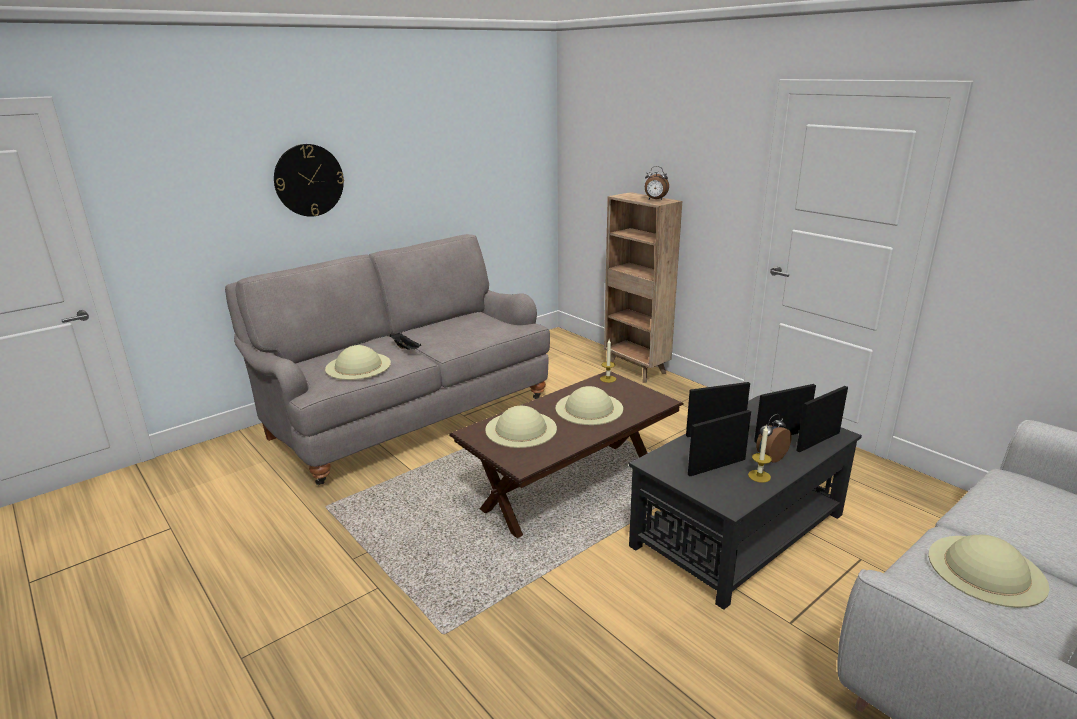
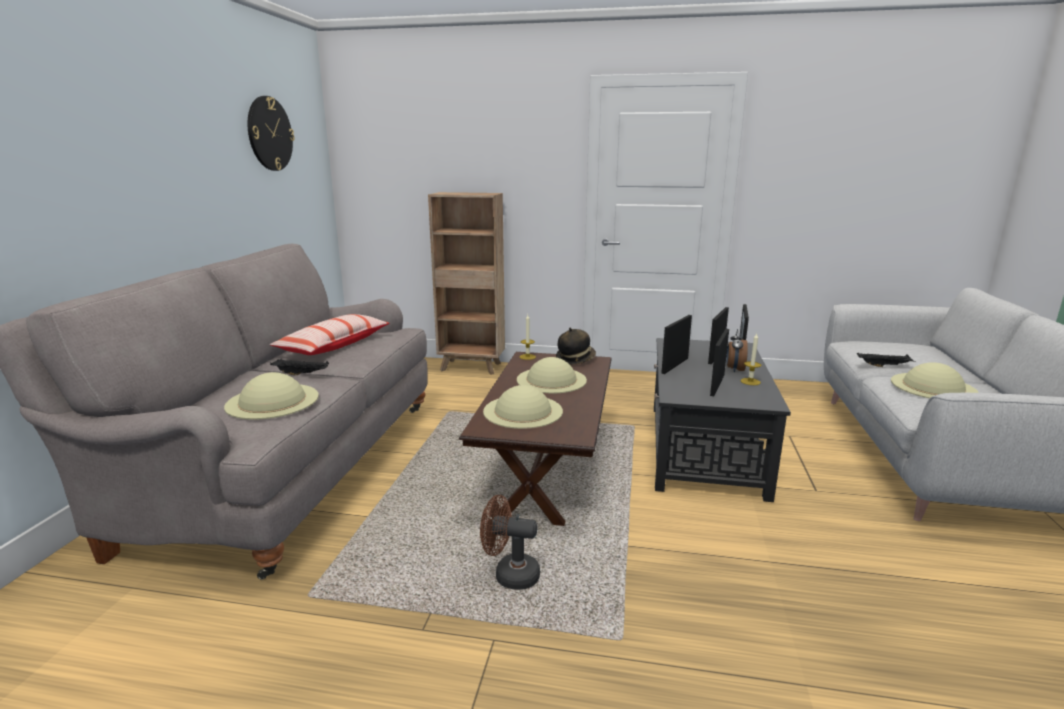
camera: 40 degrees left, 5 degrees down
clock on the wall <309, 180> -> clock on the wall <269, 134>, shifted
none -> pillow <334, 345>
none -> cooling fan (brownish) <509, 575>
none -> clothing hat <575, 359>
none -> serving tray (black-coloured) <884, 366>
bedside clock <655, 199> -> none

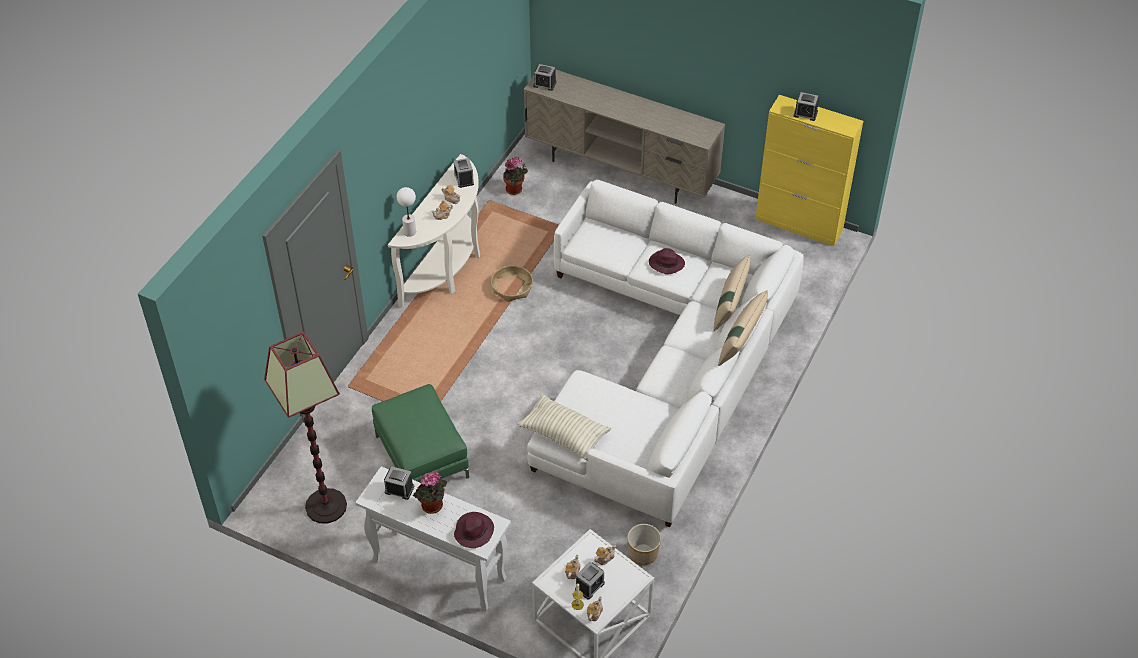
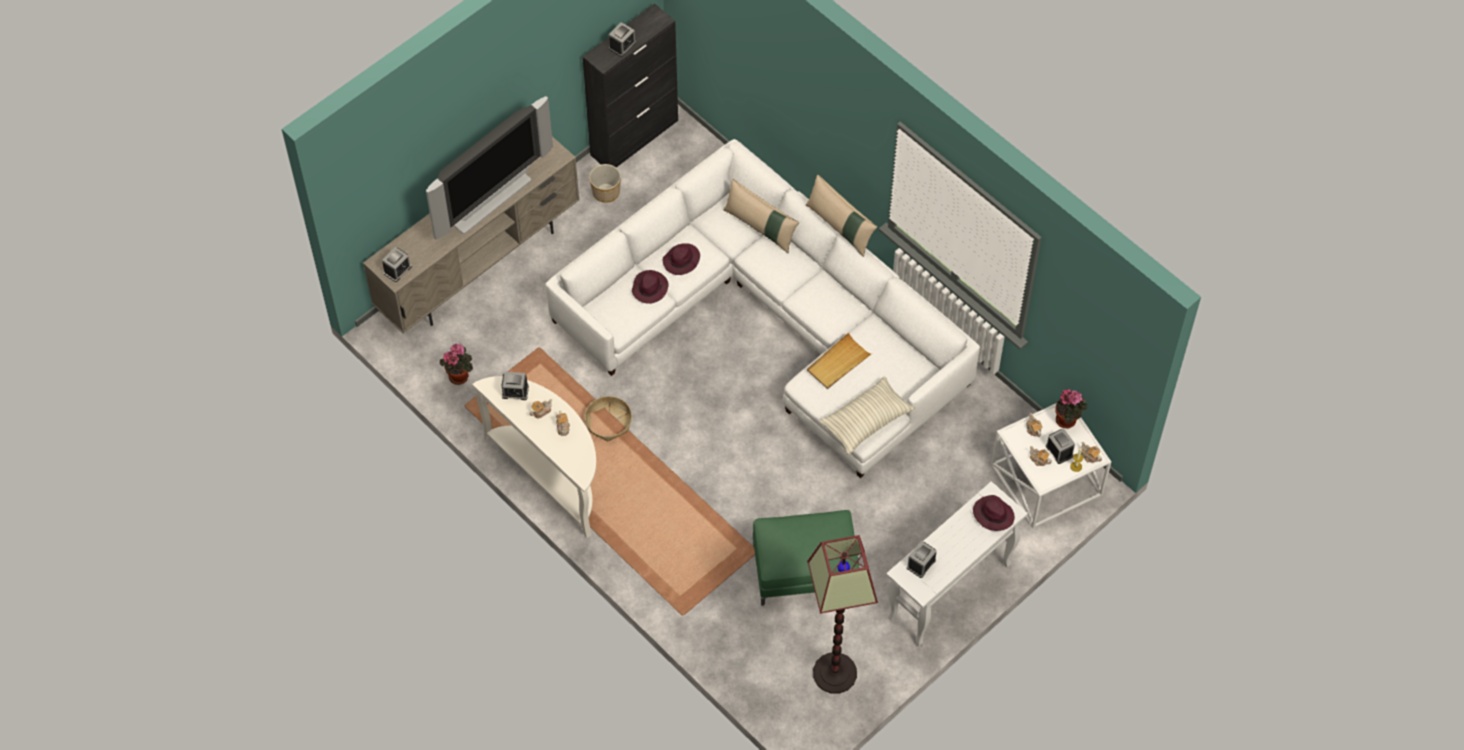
camera: 70 degrees left, 10 degrees up
none -> TV <489, 199>
storage cabinet (yellowish) <799, 224> -> storage cabinet (black-coloured) <635, 137>
plant pot <643, 553> -> plant pot <606, 192>, shifted
none -> clothing hat (purplish) <649, 288>
none -> serving tray (beige) <838, 363>
plant in a pot <432, 507> -> plant in a pot <1067, 420>, shifted
tabletop lamp (whitish) <410, 232> -> none

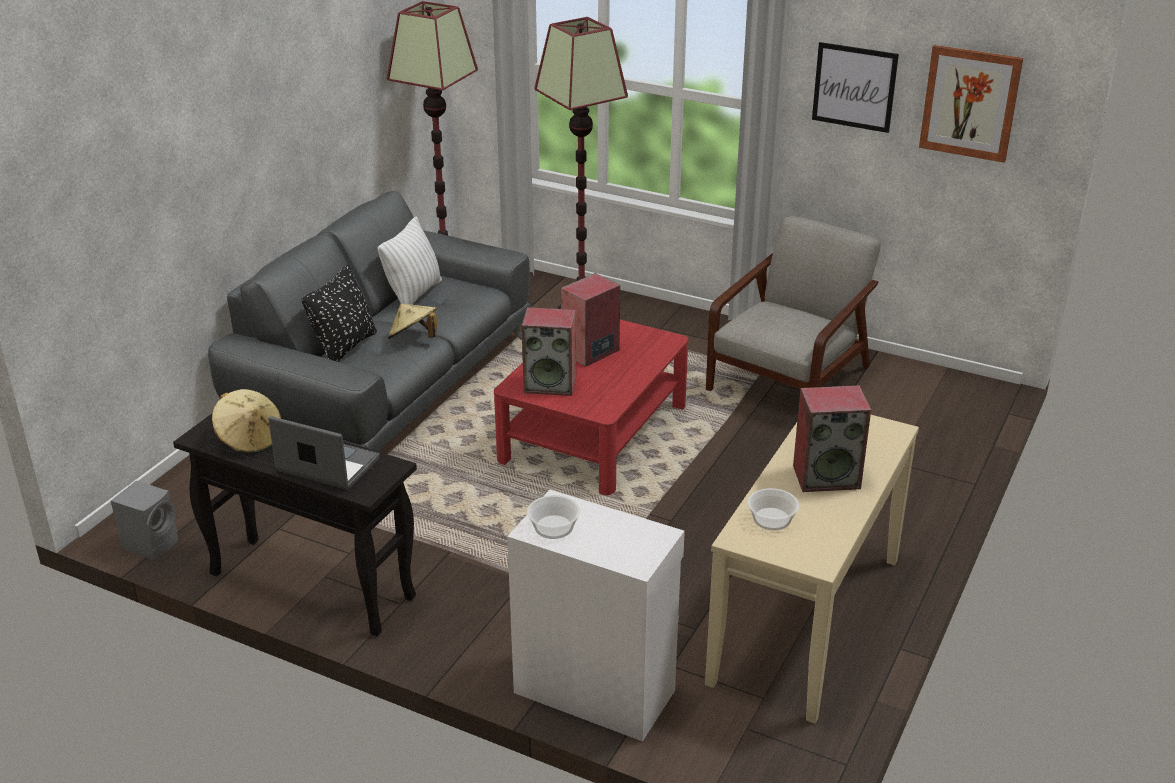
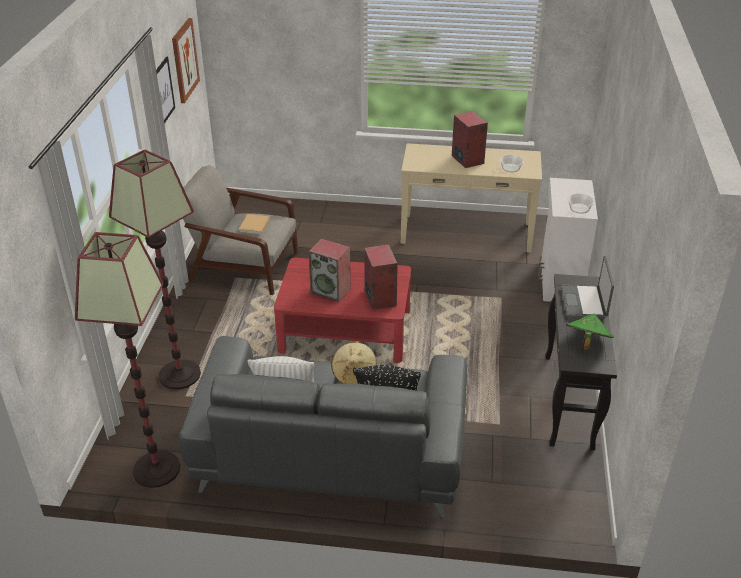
camera: 110 degrees left, 5 degrees up
none -> book (beige) <254, 226>
clothing hat (beige) <250, 439> -> clothing hat (greenish) <587, 342>
loudspeaker (gray) <152, 543> -> none

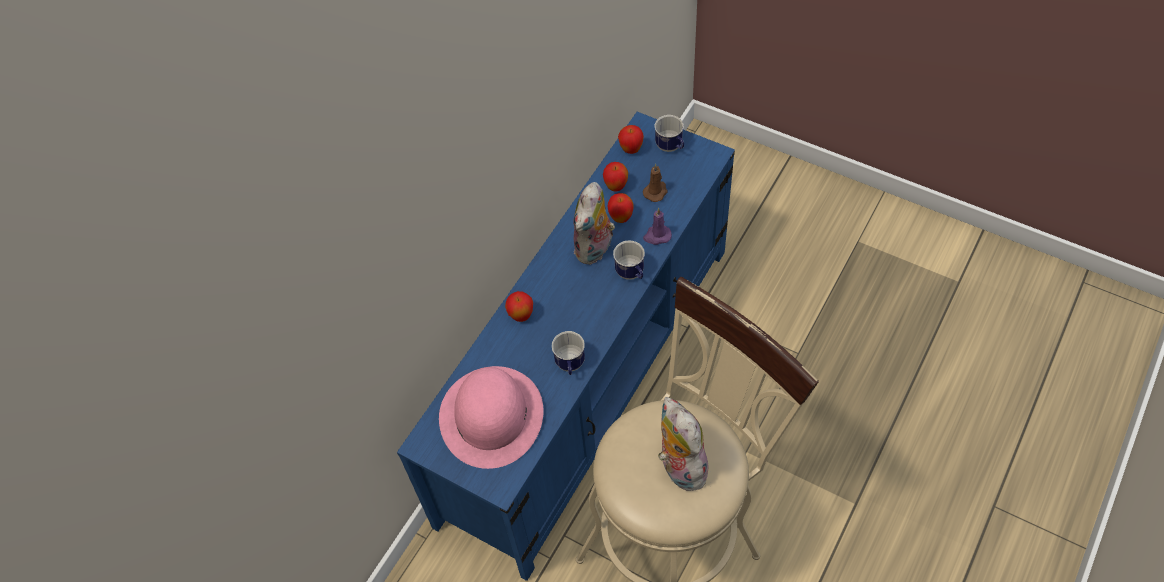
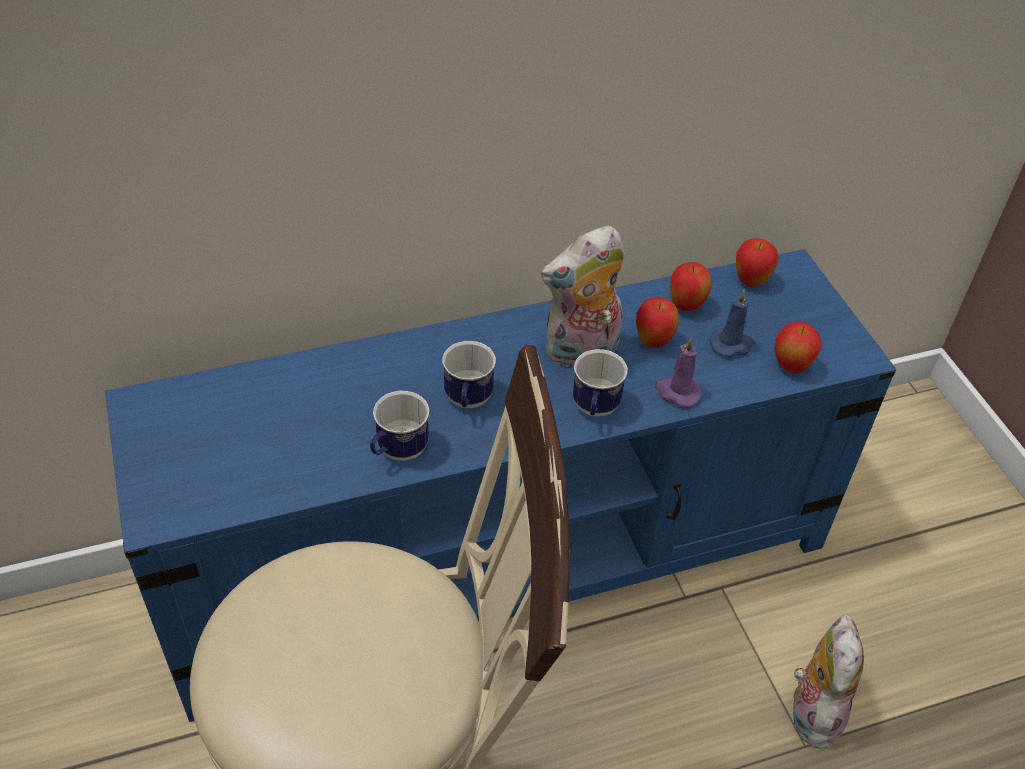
camera: 35 degrees right, 10 degrees down
coffee mug <671, 147> -> coffee mug <467, 402>, shifted
candle (brownish) <656, 191> -> candle (bluish) <732, 344>
apple <521, 316> -> apple <791, 367>, shifted
plush toy <679, 466> -> plush toy <812, 710>, shifted
clothing hat (pinkish) <491, 415> -> none

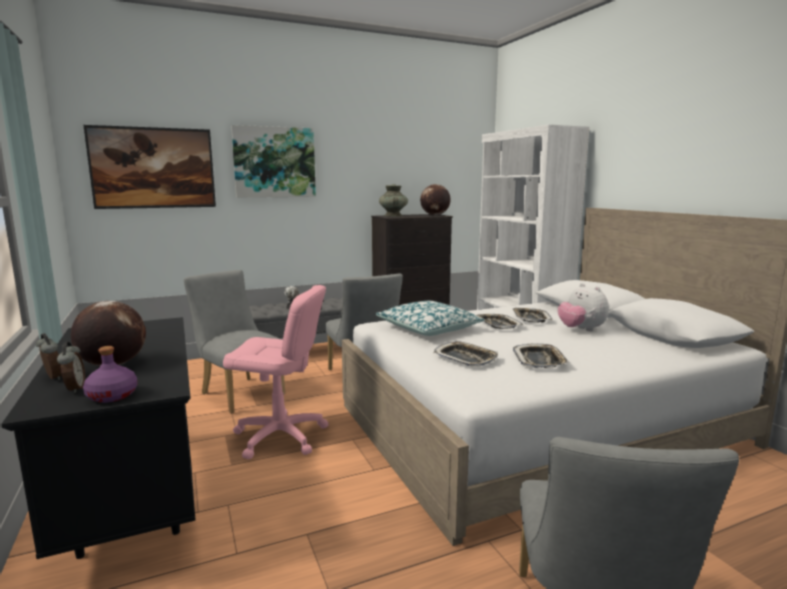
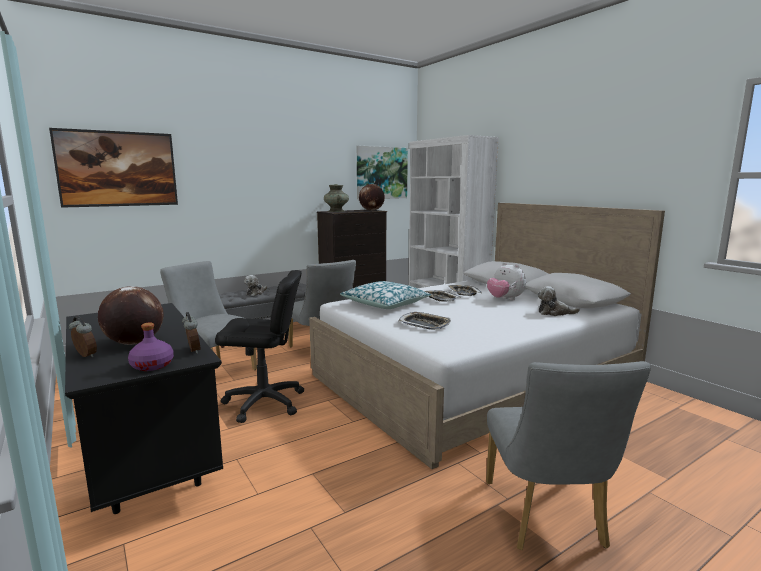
camera: 10 degrees left, 0 degrees up
bedside clock <74, 389> -> bedside clock <192, 350>, shifted
desk chair (pinkish) <280, 436> -> desk chair (black-coloured) <264, 403>
picture <274, 162> -> picture <381, 173>, shifted
none -> plush toy <554, 313>
serving tray <539, 360> -> none

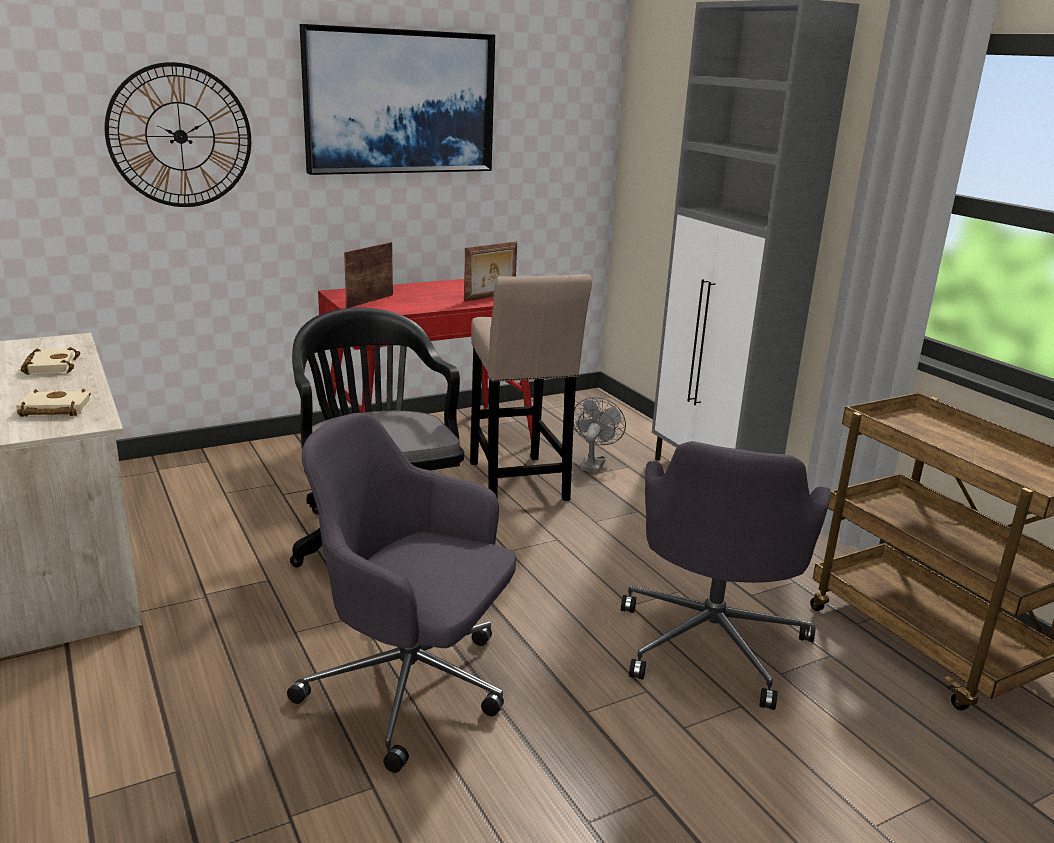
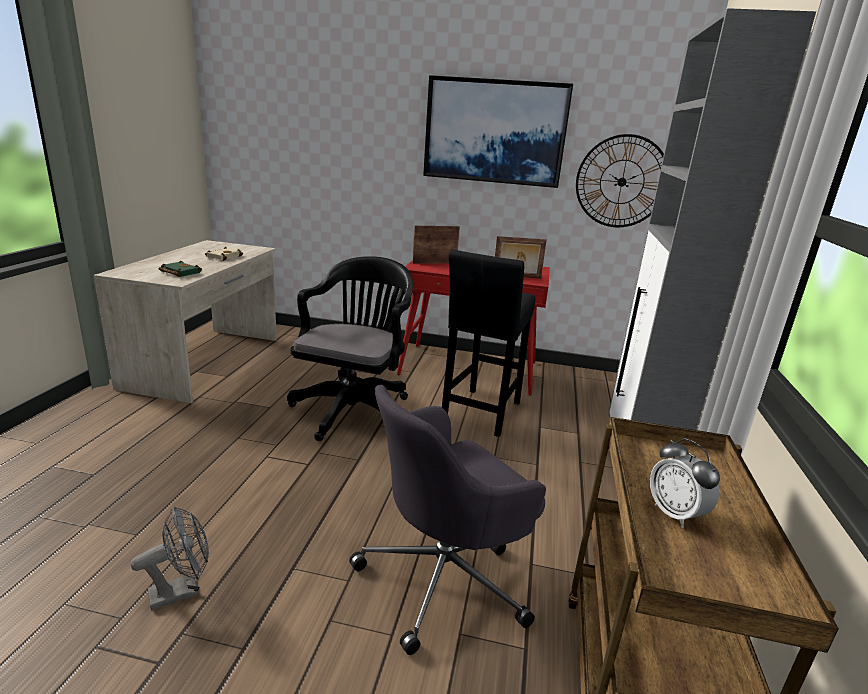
camera: 40 degrees right, 0 degrees up
cooling fan (gray) <593, 463> -> cooling fan (gray) <182, 591>, shifted
book (beige) <53, 410> -> book (greenish) <178, 272>
stool (beige) <518, 484> -> stool (black-coloured) <480, 414>
clock on the wall <180, 136> -> clock on the wall <621, 182>, shifted
none -> bedside clock <675, 514>
desk chair (gray) <412, 688> -> none

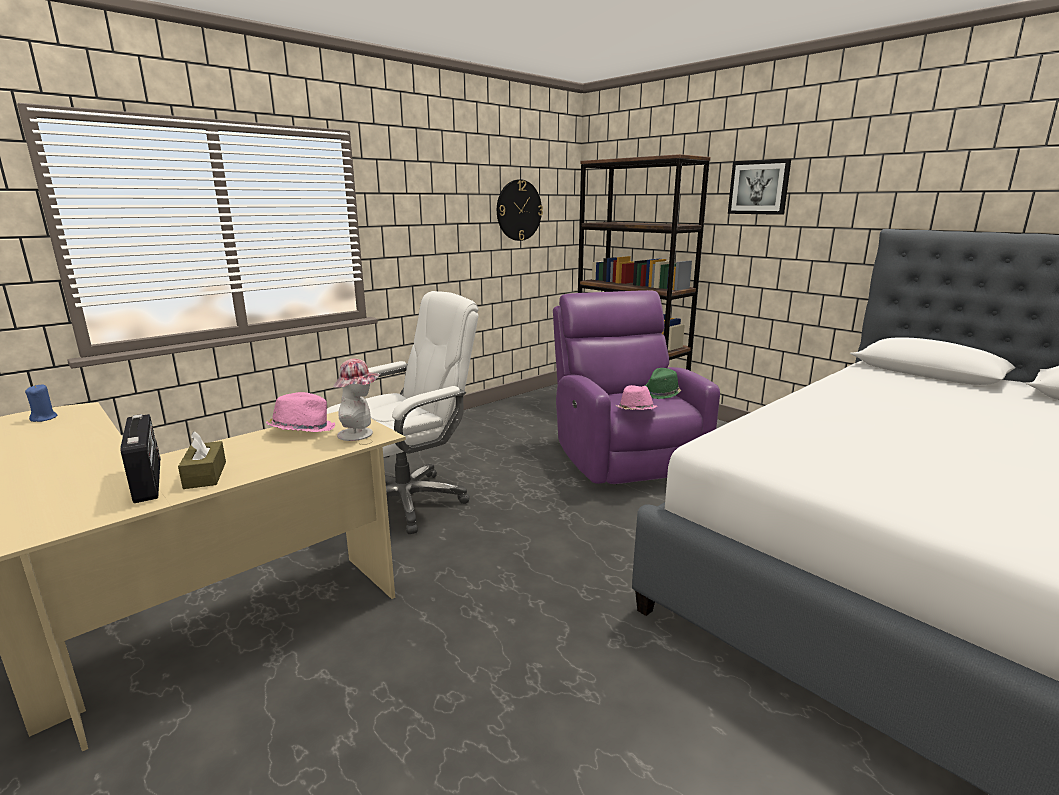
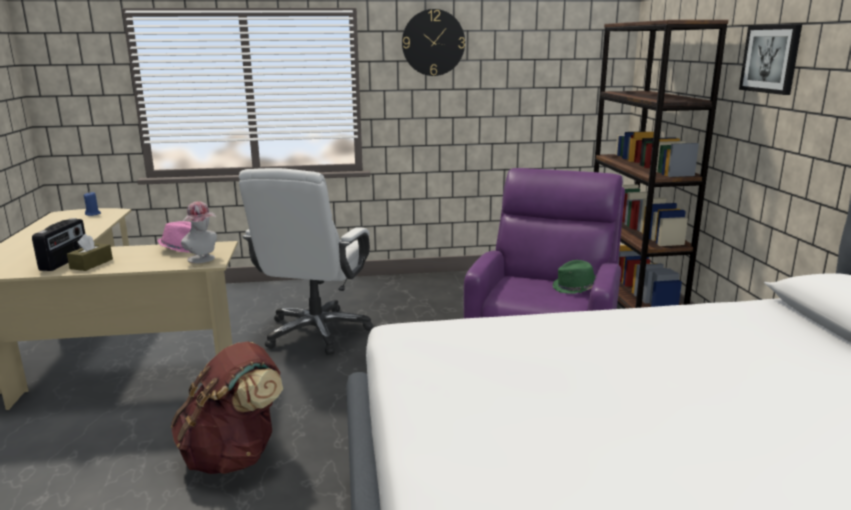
camera: 35 degrees right, 0 degrees up
none -> knapsack (brownish) <234, 456>
desk chair (whitish) <405, 502> -> desk chair (whitish) <316, 332>, 105 degrees clockwise
clock on the wall <518, 210> -> clock on the wall <433, 42>, shifted
clothing hat (pinkish) <635, 411> -> none

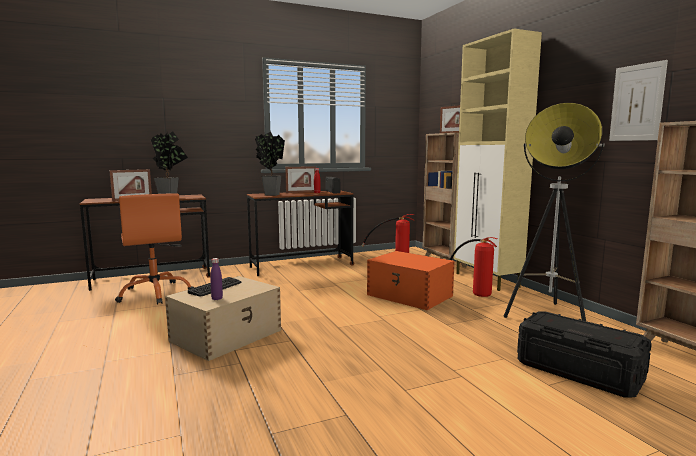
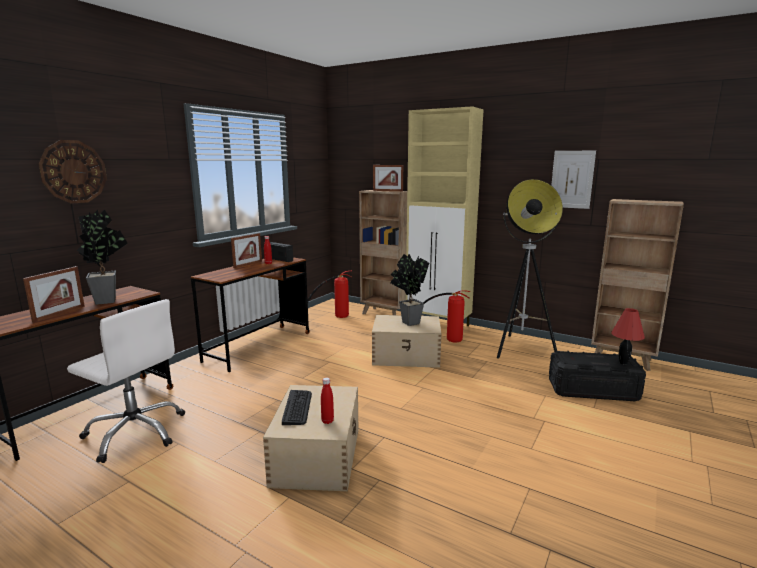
camera: 35 degrees left, 5 degrees up
none -> clock on the wall <73, 172>
desk chair (orange-coloured) <155, 293> -> desk chair (whitish) <136, 432>
bottle (purplish) <217, 298> -> bottle (red-coloured) <327, 421>
storage container (orange-coloured) <410, 295> -> storage container (beige) <407, 356>
plant in a pot <270, 194> -> plant in a pot <407, 322>, shifted
none -> tabletop lamp (red-coloured) <623, 363>

